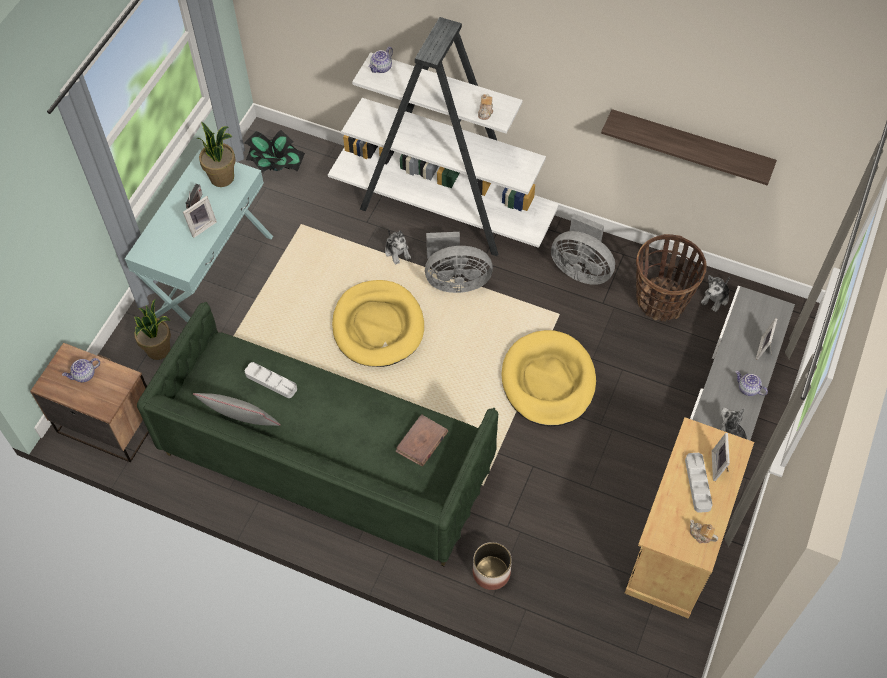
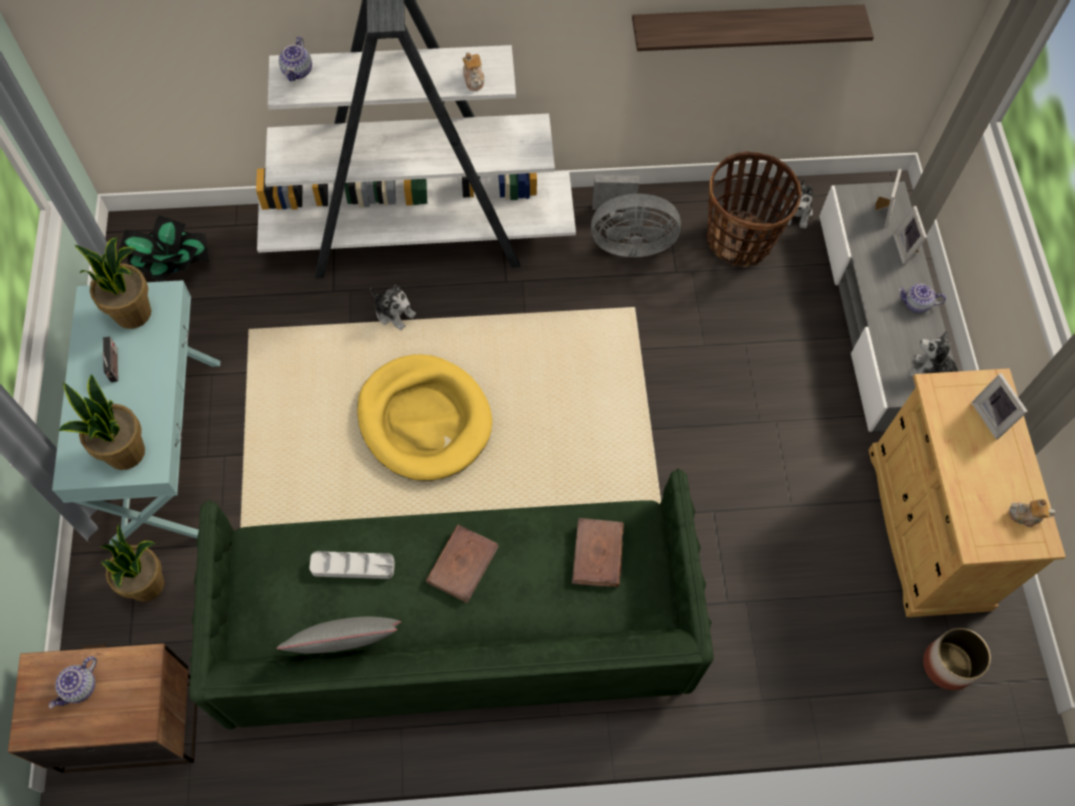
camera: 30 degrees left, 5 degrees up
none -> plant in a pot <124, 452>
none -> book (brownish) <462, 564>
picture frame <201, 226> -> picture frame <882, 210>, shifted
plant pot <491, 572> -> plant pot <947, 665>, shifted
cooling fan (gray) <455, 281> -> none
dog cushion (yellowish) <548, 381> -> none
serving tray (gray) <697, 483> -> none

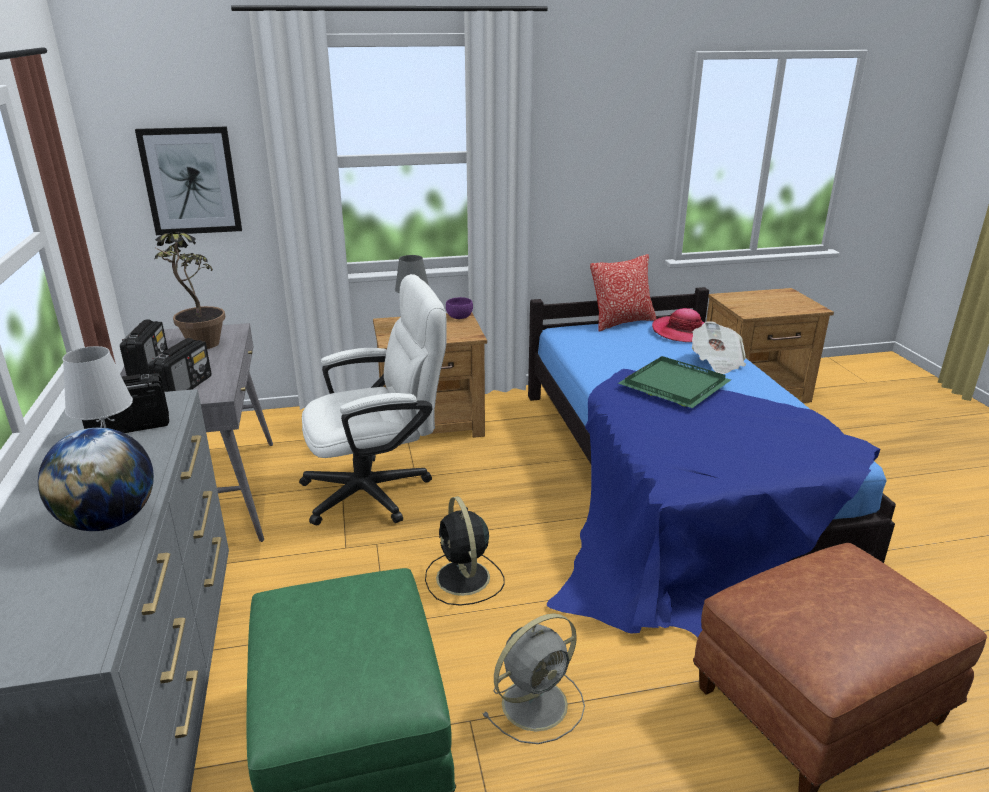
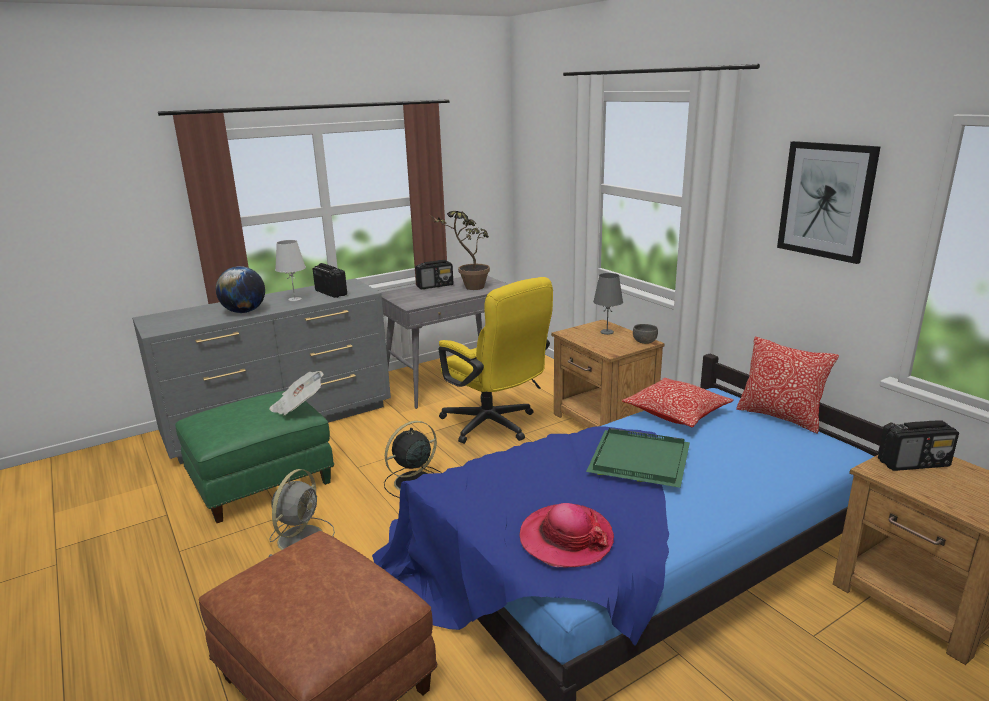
camera: 70 degrees right, 5 degrees down
daily paper <717, 362> -> daily paper <298, 406>, shifted
cooling fan (gray) <537, 702> -> cooling fan (gray) <301, 537>, 105 degrees counterclockwise
desk chair (whitish) <379, 490> -> desk chair (yellowish) <494, 426>
clothing hat <682, 332> -> clothing hat <566, 538>, shifted
none -> pillow <676, 413>
serving bowl (purplish) <459, 317> -> serving bowl (gray) <644, 341>
picture <191, 181> -> picture <826, 200>, shifted
radio receiver <185, 387> -> radio receiver <914, 463>, shifted

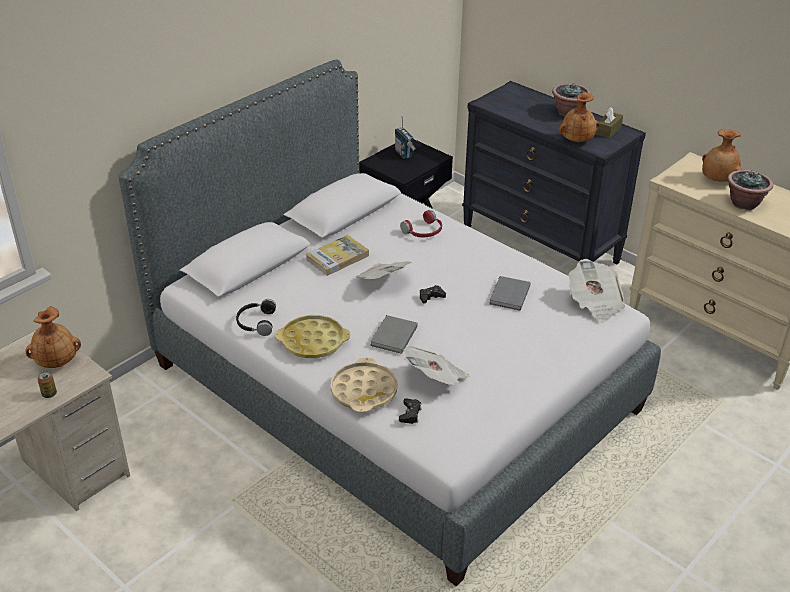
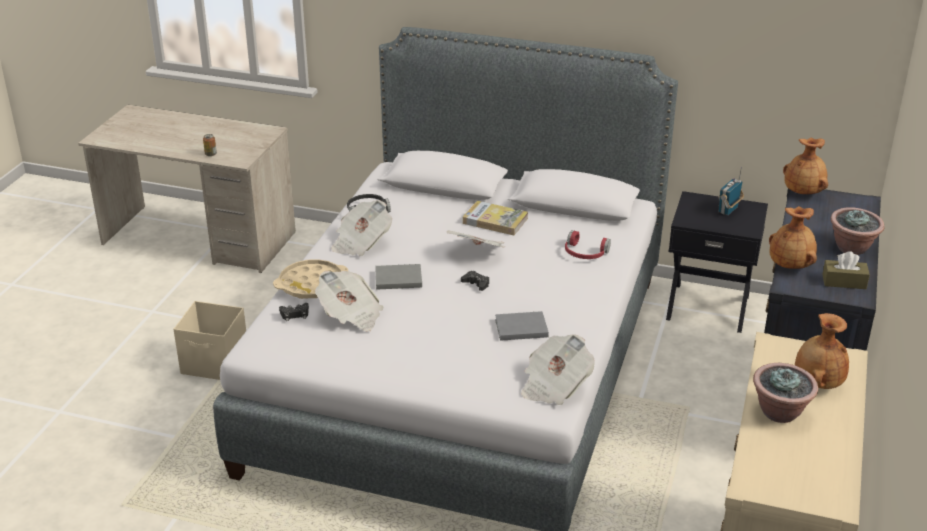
camera: 65 degrees right, 5 degrees down
none -> storage container (beige) <215, 363>
serving tray (yellowish) <313, 342> -> daily paper <361, 243>
flower vase (brownish) <57, 361> -> flower vase (brownish) <803, 192>, shifted

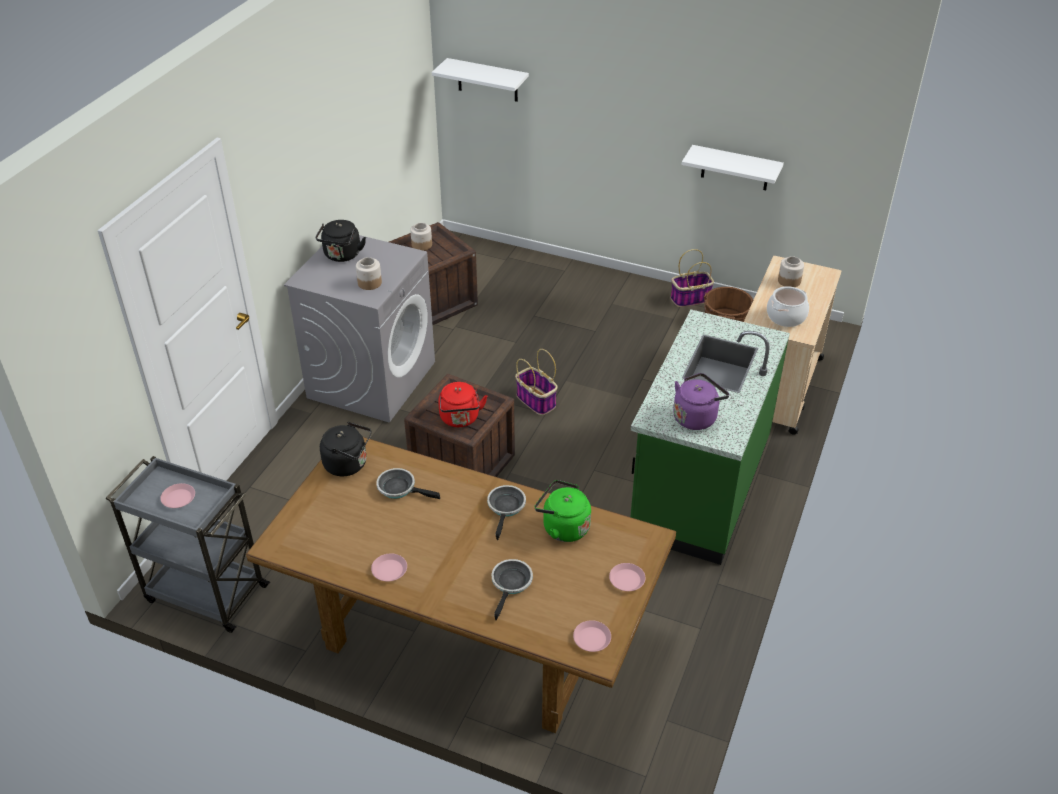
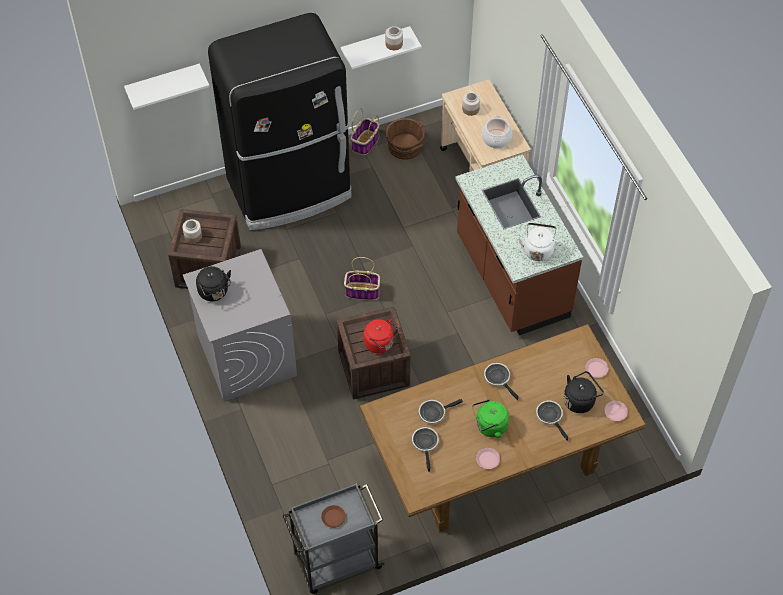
camera: 45 degrees left, 15 degrees up
none -> refrigerator (black-coloured) <290, 189>
dinner plate (pinkish) <178, 498> -> dinner plate (brownish) <333, 517>
preserve jar <369, 283> -> preserve jar <393, 44>, shifted
none -> frying pan <425, 444>
counter (greenish) <698, 486> -> counter (brownish) <510, 278>
kettle (greenish) <563, 527> -> kettle (greenish) <489, 426>, shifted
kettle (purplish) <696, 417> -> kettle (whitish) <538, 249>
kettle (black-coloured) <348, 464> -> kettle (black-coloured) <580, 400>, shifted

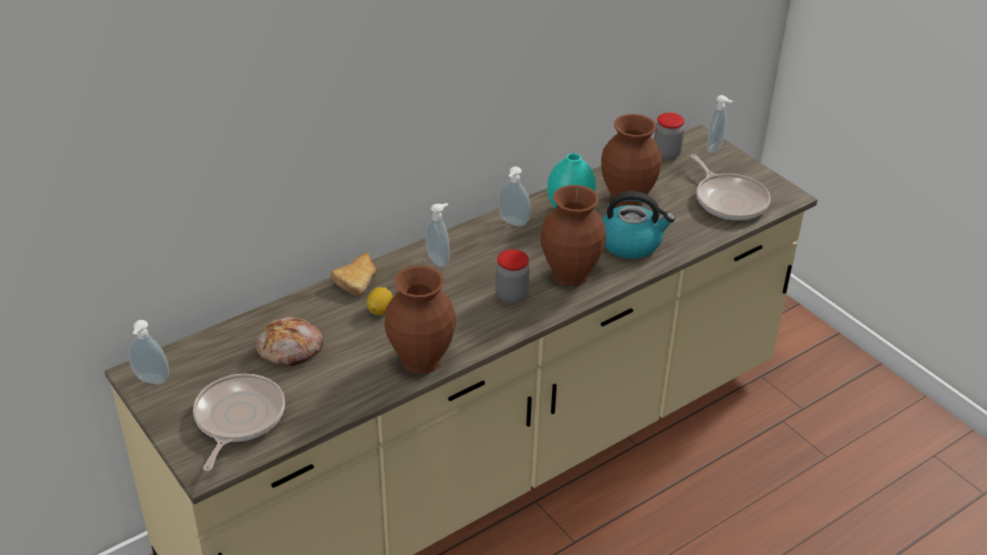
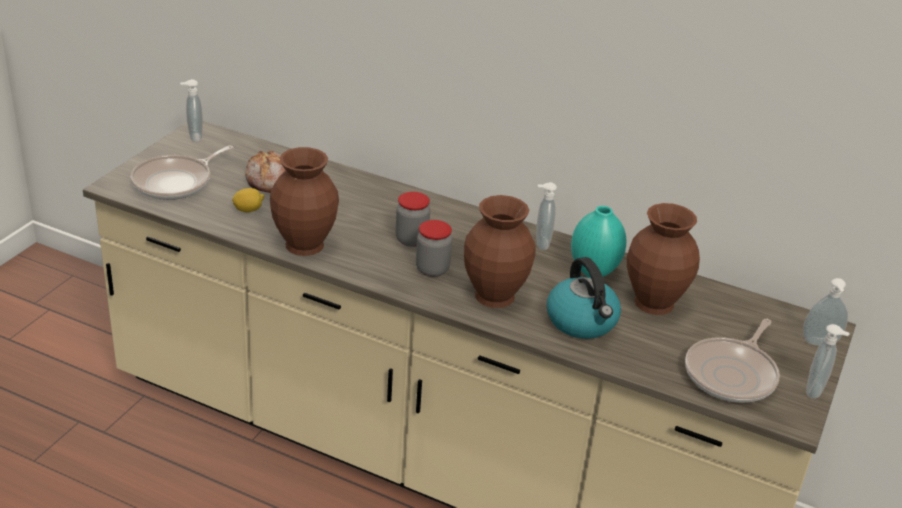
camera: 60 degrees right, 5 degrees down
frying pan <237, 419> -> frying pan <176, 182>, 150 degrees clockwise
citrus fruit <380, 310> -> citrus fruit <248, 210>, shifted
preserve jar <666, 154> -> preserve jar <411, 240>, shifted
soap dispenser <439, 259> -> soap dispenser <816, 391>, shifted
bread <358, 280> -> none

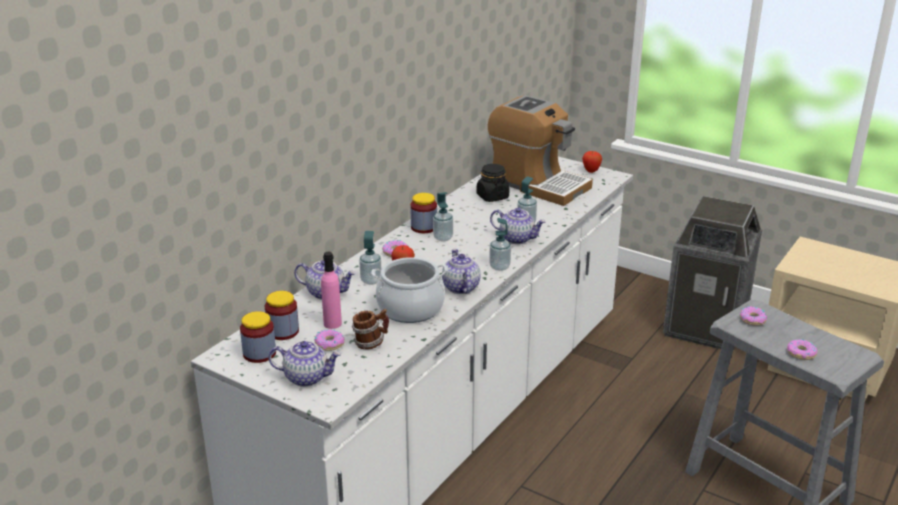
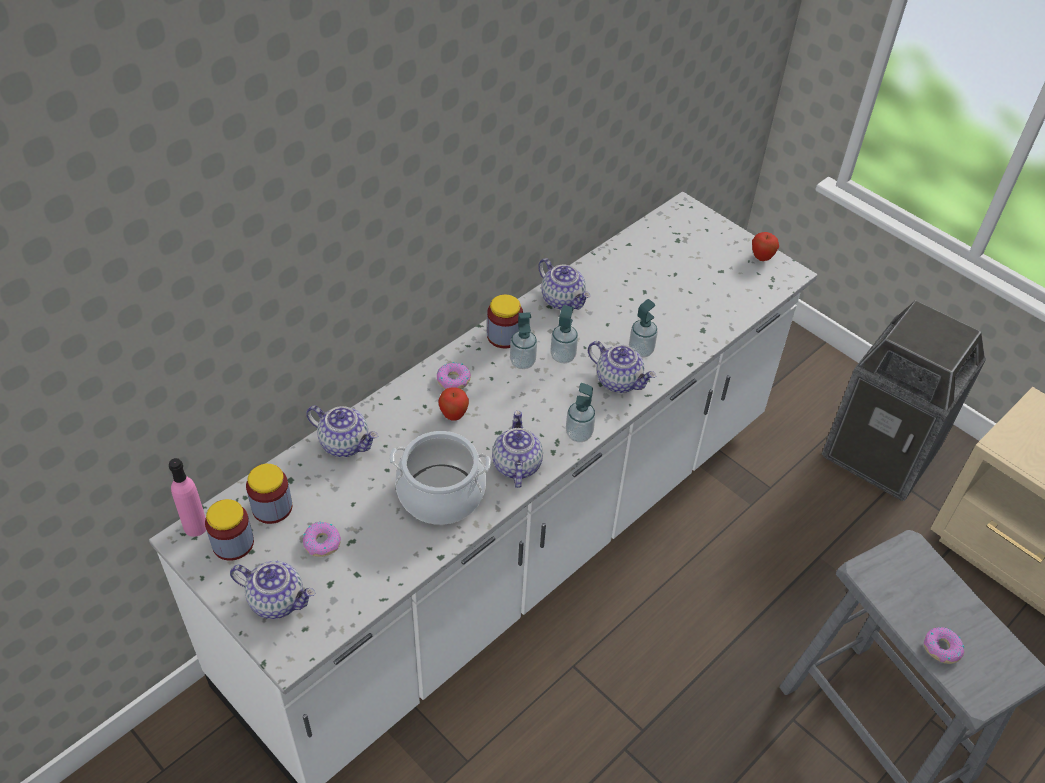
camera: 10 degrees right, 20 degrees up
bottle (pinkish) <332, 323> -> bottle (pinkish) <195, 526>, shifted
none -> tea pot <563, 300>
soap dispenser <371, 281> -> soap dispenser <563, 356>, shifted
coffee mug <371, 343> -> none
preserve jar (black-coloured) <492, 196> -> none
coffee brewer <537, 184> -> none
doughnut <753, 319> -> none

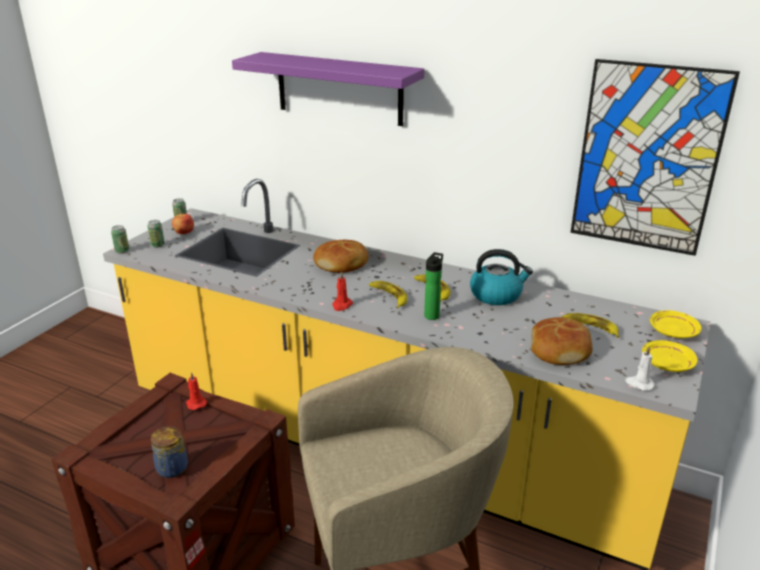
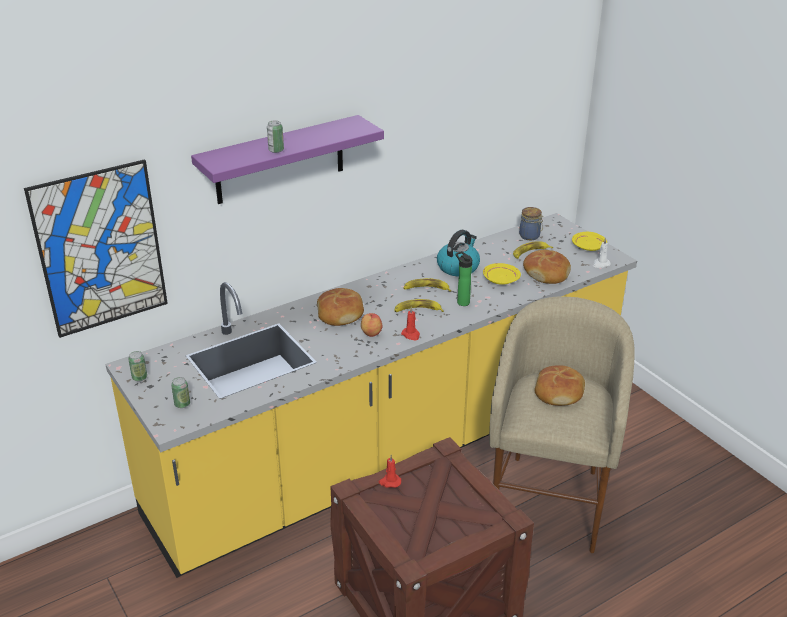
camera: 60 degrees left, 5 degrees up
picture <647, 159> -> picture <100, 249>, shifted
can <122, 251> -> can <276, 150>, shifted
apple <184, 232> -> apple <370, 333>, shifted
dinner plate (yellowish) <672, 331> -> dinner plate (yellowish) <500, 279>, shifted
preserve jar <171, 469> -> preserve jar <530, 236>, shifted
none -> bread <559, 392>

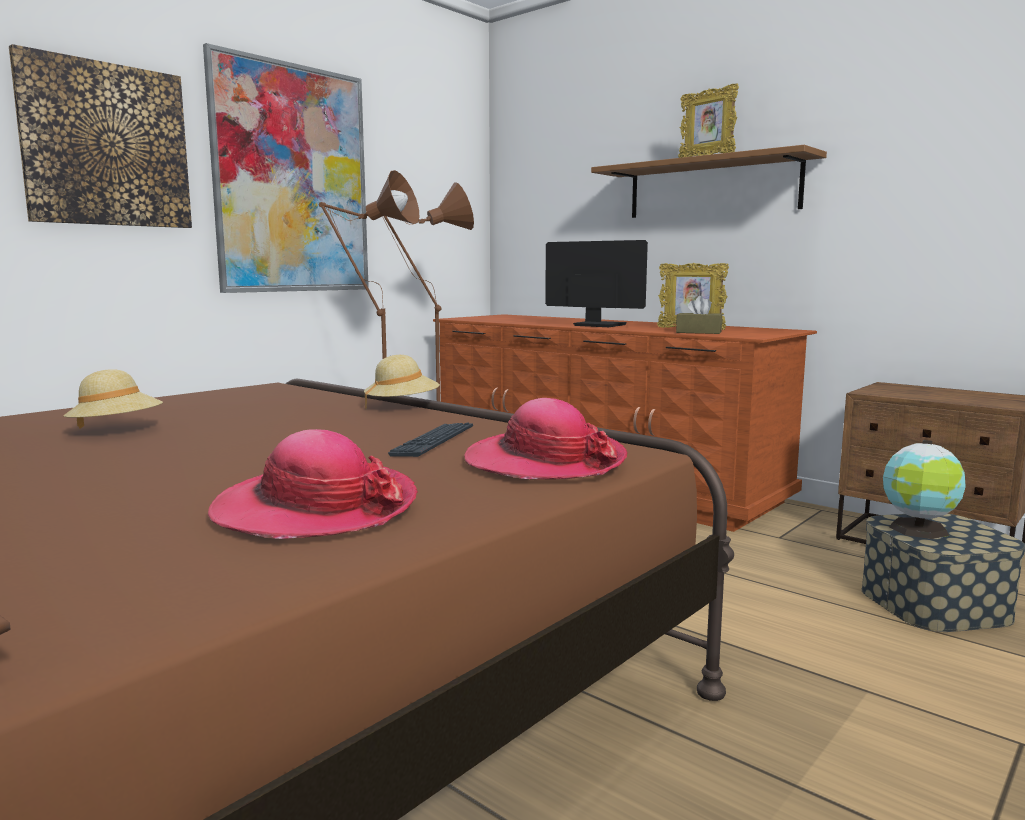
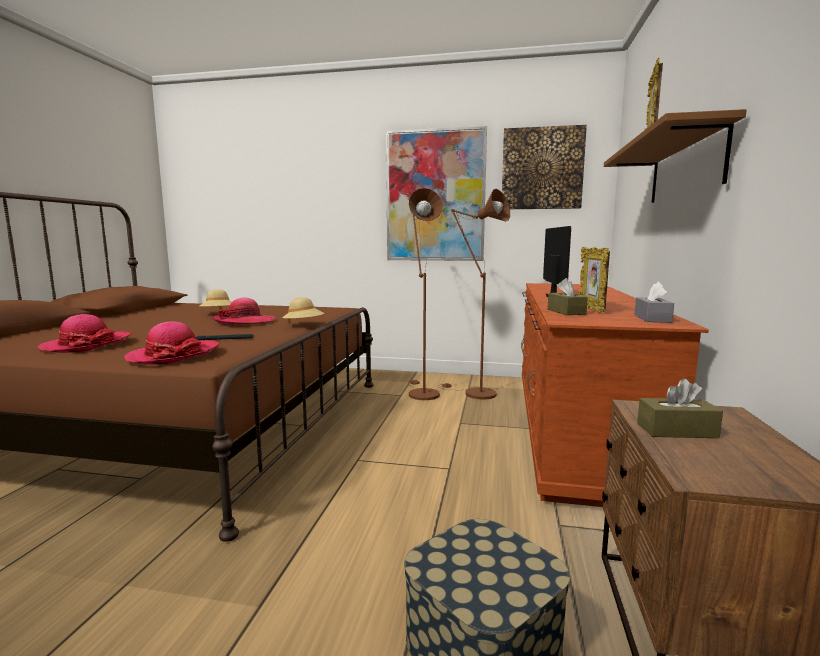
camera: 60 degrees right, 0 degrees up
none -> clothing hat <244, 322>
picture <106, 145> -> picture <542, 168>, shifted
none -> tissue box (gray) <652, 318>
none -> tissue box (brownish) <676, 430>
desk globe <919, 530> -> none

